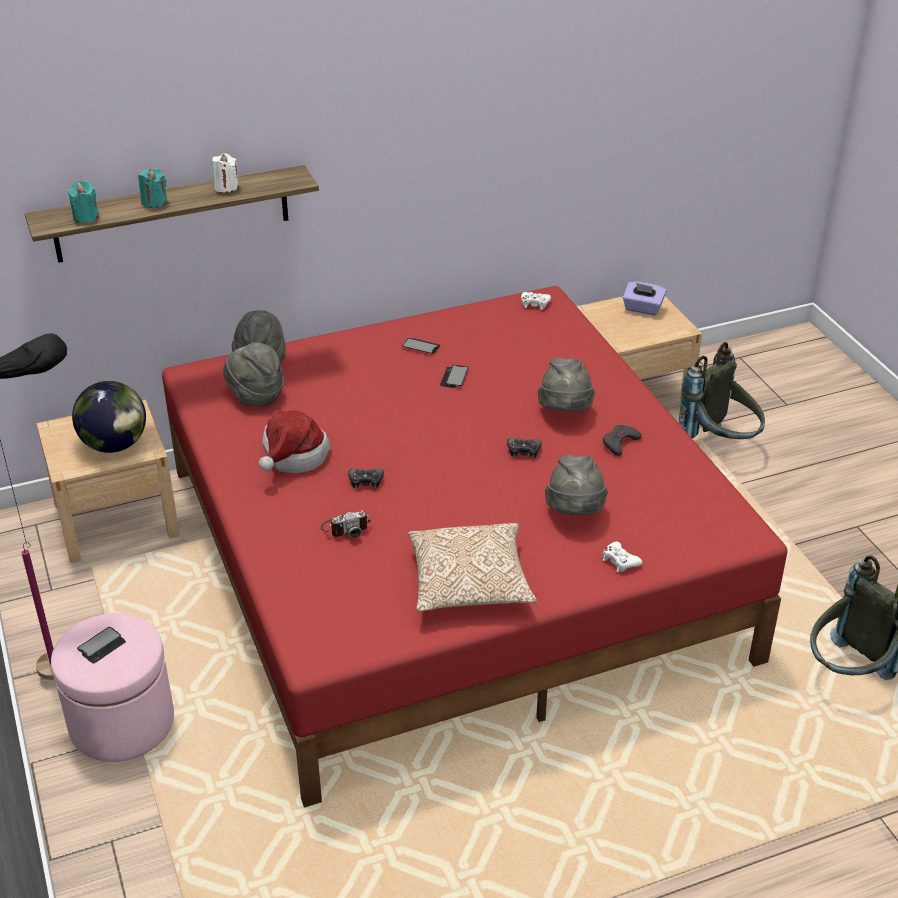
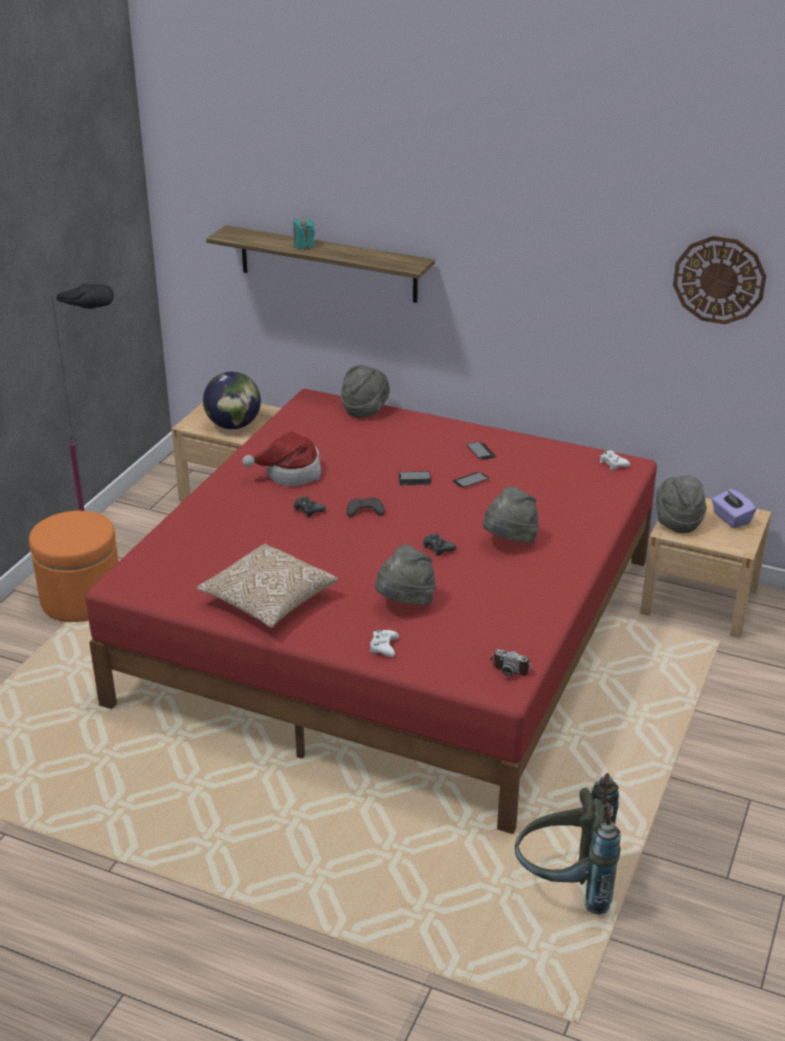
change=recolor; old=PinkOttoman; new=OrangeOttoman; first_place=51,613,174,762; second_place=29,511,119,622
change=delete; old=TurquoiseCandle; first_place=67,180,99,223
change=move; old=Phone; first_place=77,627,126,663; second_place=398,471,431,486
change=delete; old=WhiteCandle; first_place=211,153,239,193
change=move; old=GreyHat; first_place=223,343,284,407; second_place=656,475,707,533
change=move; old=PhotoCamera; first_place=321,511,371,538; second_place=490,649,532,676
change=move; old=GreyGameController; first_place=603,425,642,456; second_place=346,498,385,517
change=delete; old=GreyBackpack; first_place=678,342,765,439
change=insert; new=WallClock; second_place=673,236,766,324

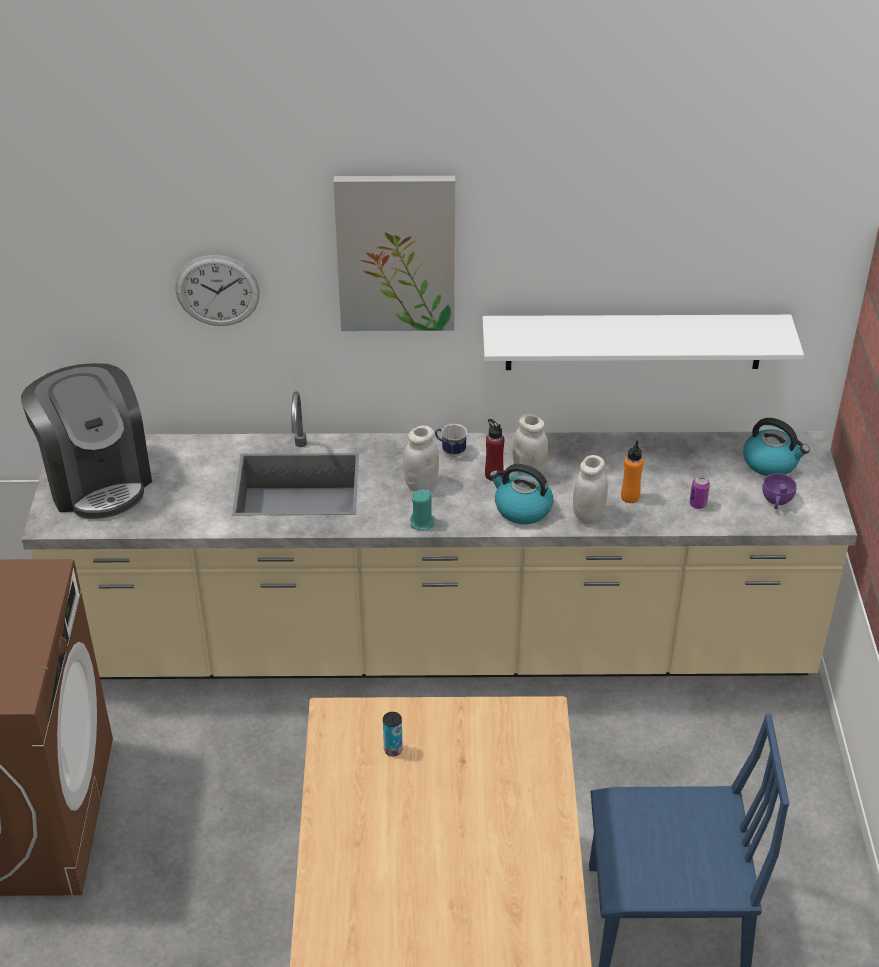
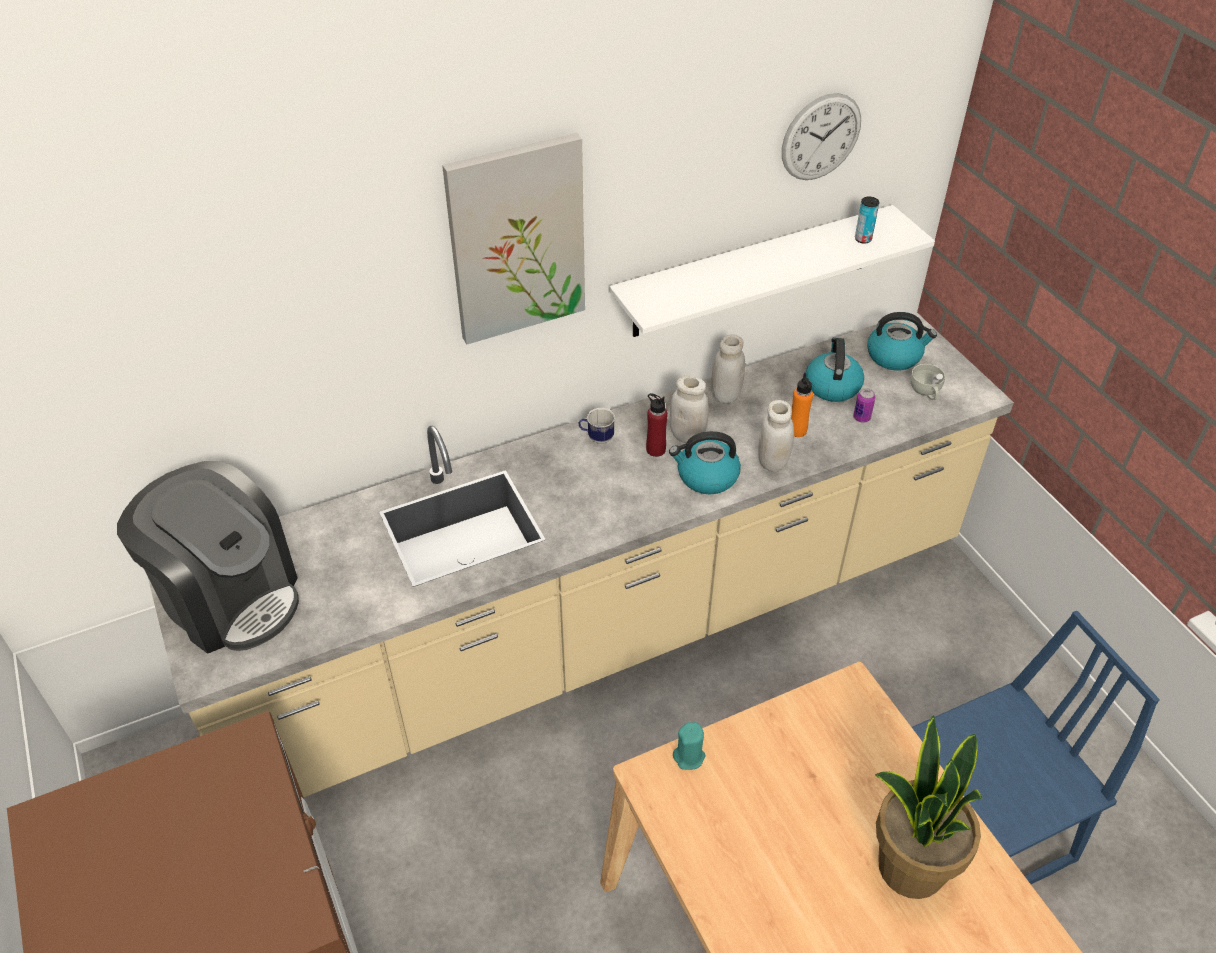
change=move; old=WallClock; first_place=175,255,260,326; second_place=782,93,861,180
change=move; old=Can; first_place=383,712,403,756; second_place=855,197,879,244
change=move; old=WhiteJar; first_place=403,425,439,491; second_place=712,334,745,403
change=move; old=TurquoiseCandle; first_place=410,489,435,531; second_place=673,722,706,770
change=recolor; old=PurpleCup; new=WhiteCup; first_place=762,473,797,509; second_place=910,364,945,400
change=insert; new=Kettle; second_place=806,338,864,402
change=insert; new=PottedPlant; second_place=875,715,983,899

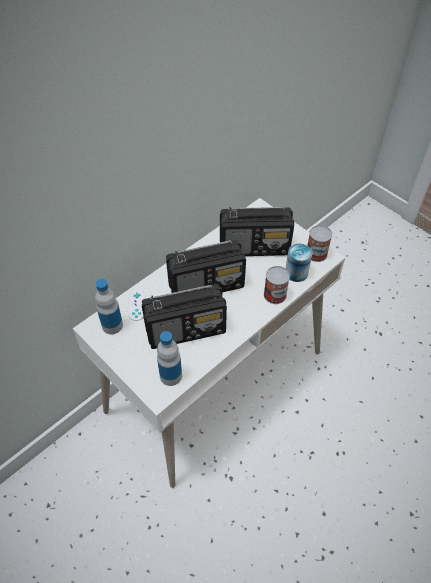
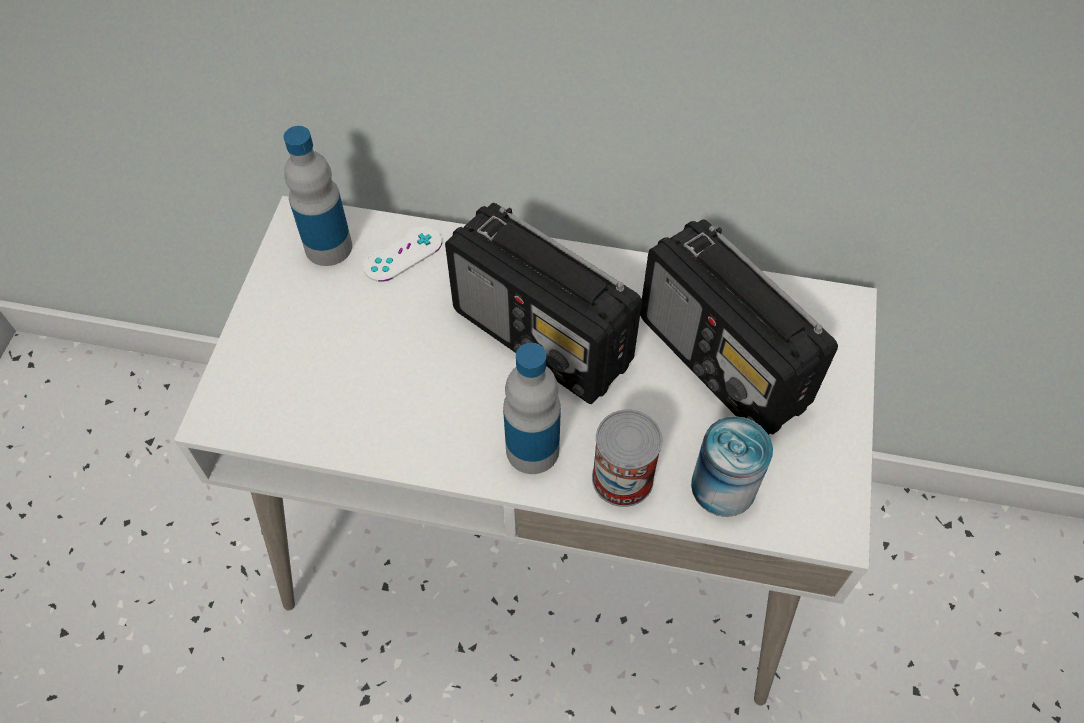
change=delete; old=Radio; first_place=142,284,227,349
change=move; old=Bottle; first_place=157,331,182,386; second_place=503,343,561,474
change=delete; old=Can; first_place=307,225,332,262

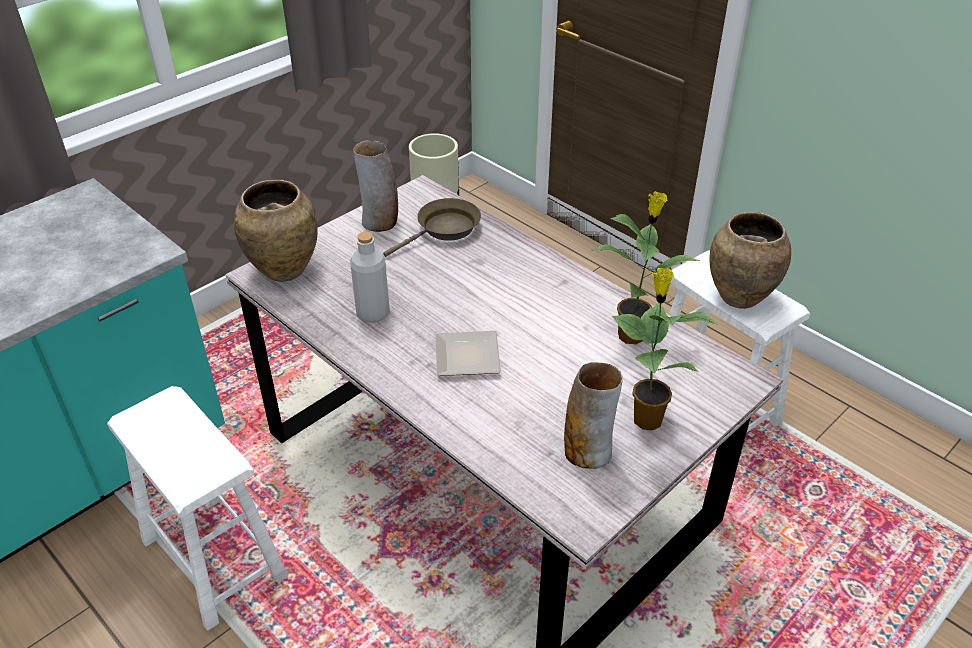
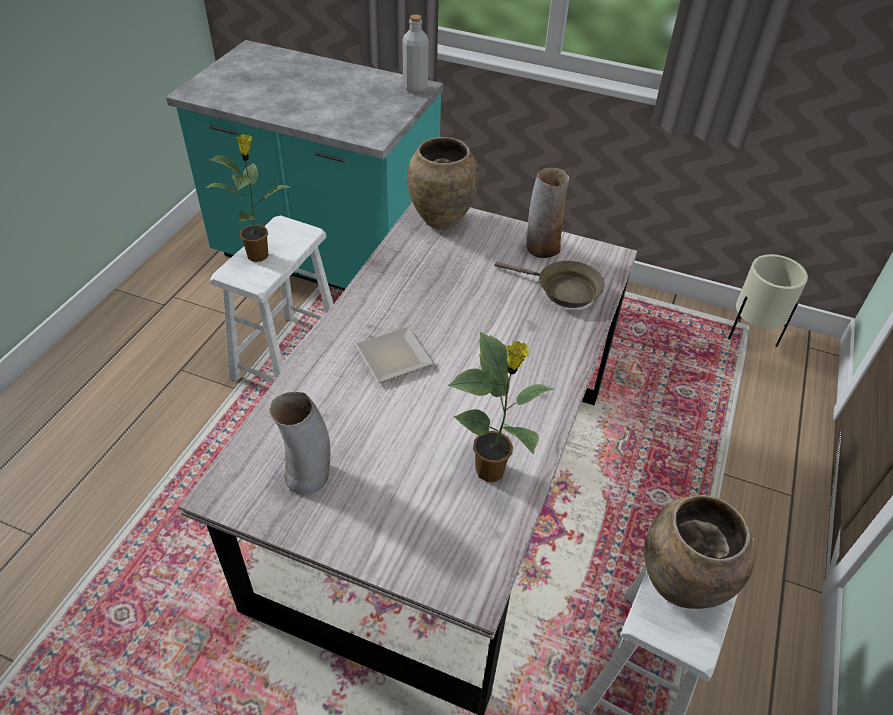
change=move; old=GreyBottle; first_place=350,232,390,323; second_place=403,14,429,93
change=move; old=PottedPlant; first_place=611,268,718,430; second_place=204,134,294,262

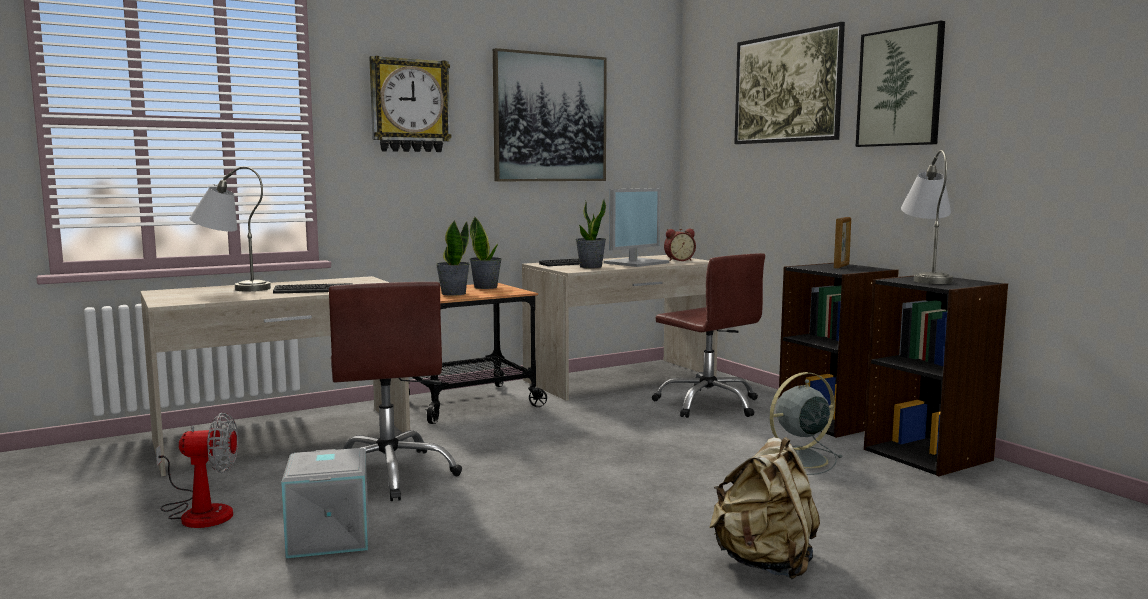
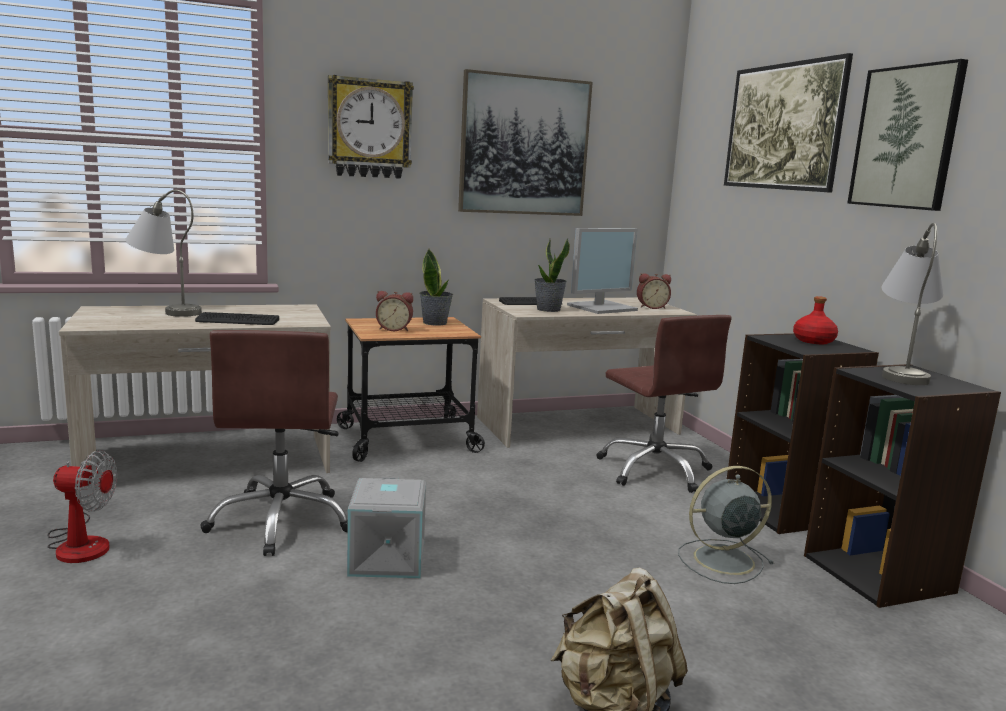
change=move; old=GreyStorageBox; first_place=281,448,368,558; second_place=347,477,426,578
change=replace; old=PottedPlant; new=AlarmClock; first_place=436,220,470,296; second_place=376,291,413,331
change=replace; old=PictureFrame; new=RedBottle; first_place=834,217,851,269; second_place=793,296,838,344

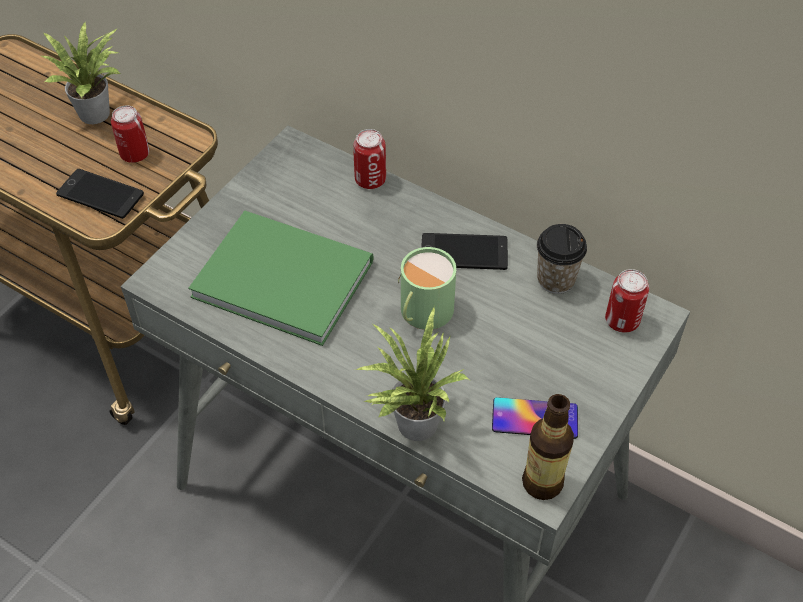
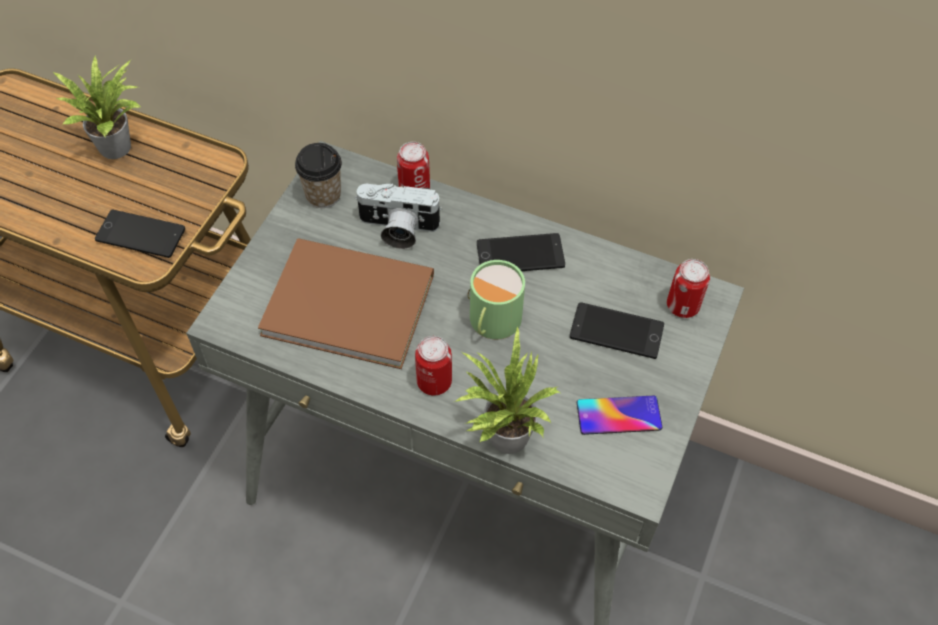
change=move; old=Can; first_place=111,105,150,163; second_place=415,336,452,395
change=recolor; old=GreenBook; new=BrownBook; first_place=188,210,373,346; second_place=258,238,434,369
change=delete; old=Bottle; first_place=522,394,574,500
change=move; old=Cup; first_place=537,224,587,294; second_place=295,143,342,208
change=insert; new=PhotoCamera; second_place=355,183,443,249
change=insert; new=Phone; second_place=570,302,664,359

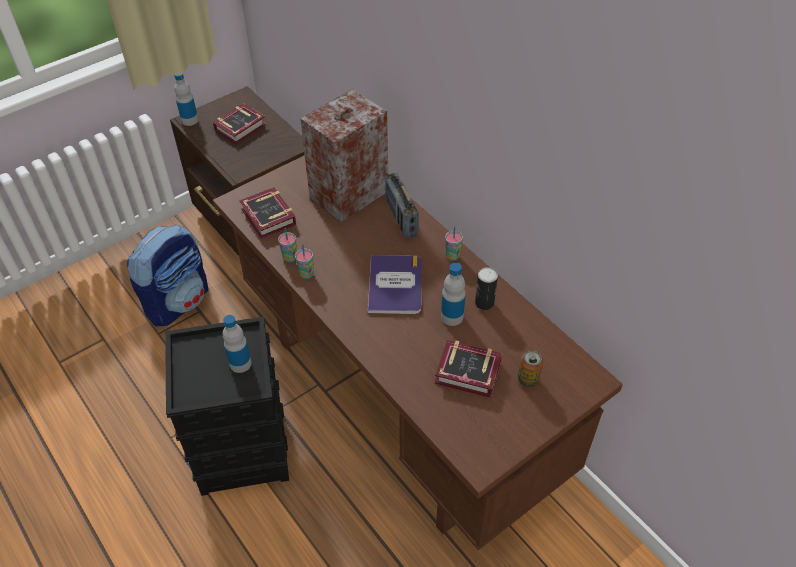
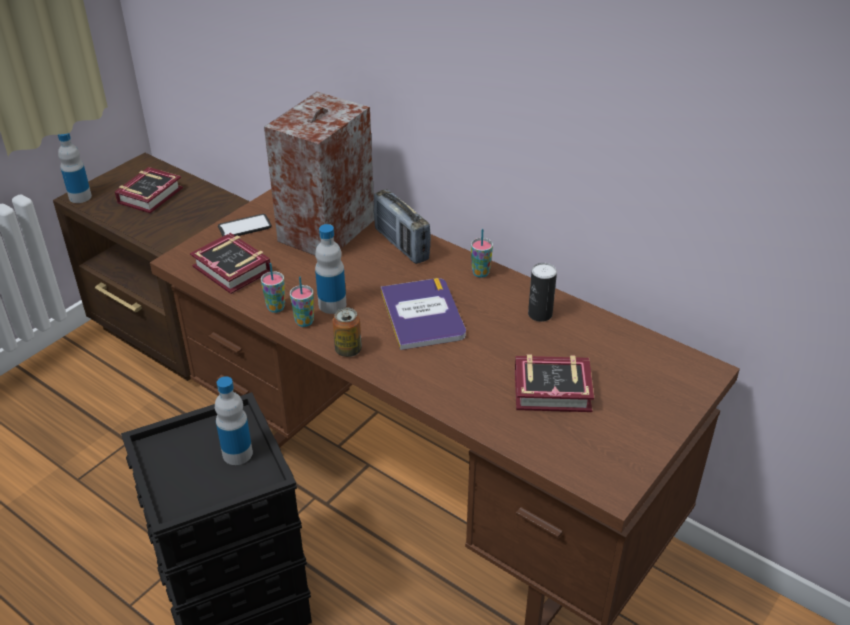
change=delete; old=Backpack; first_place=127,225,208,326
change=move; old=Bottle; first_place=441,263,466,326; second_place=315,224,346,314
change=move; old=Can; first_place=518,350,543,387; second_place=332,308,362,357
change=insert; new=Phone; second_place=218,214,272,236

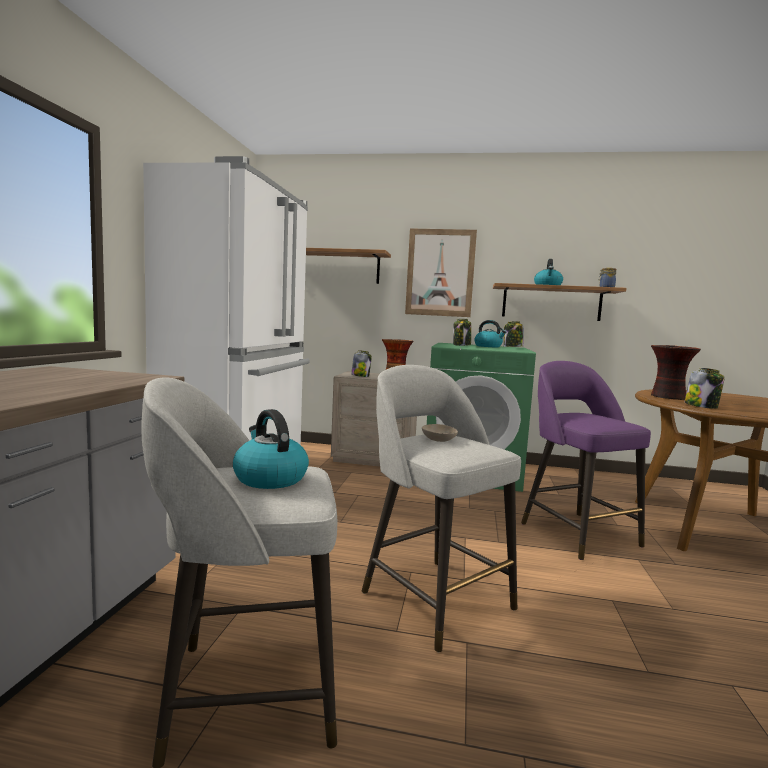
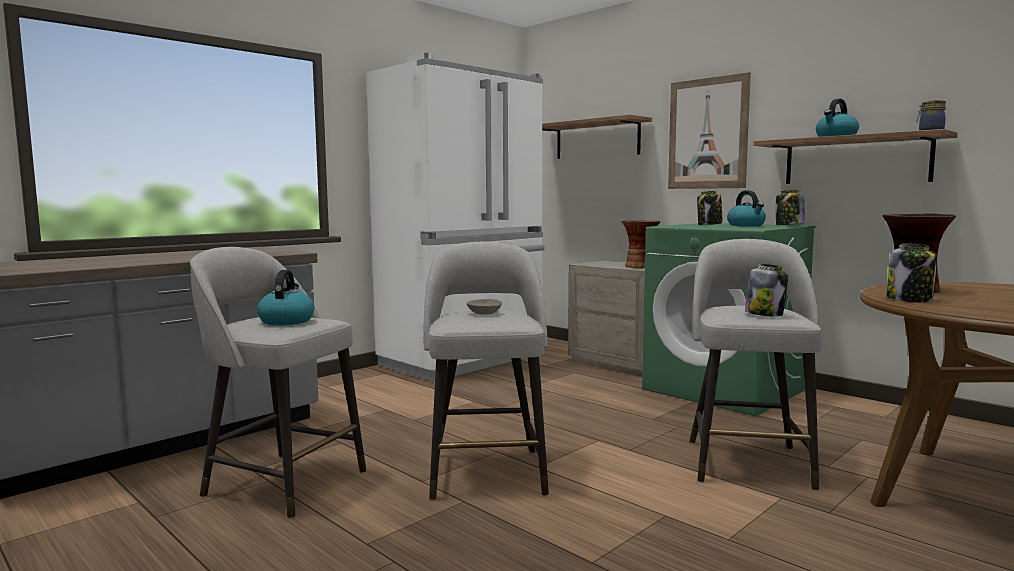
change=move; old=Jar; first_place=351,350,372,377; second_place=745,264,788,316
change=recolor; old=PurpleStool; new=GreyStool; first_place=521,361,651,560; second_place=689,239,822,491

